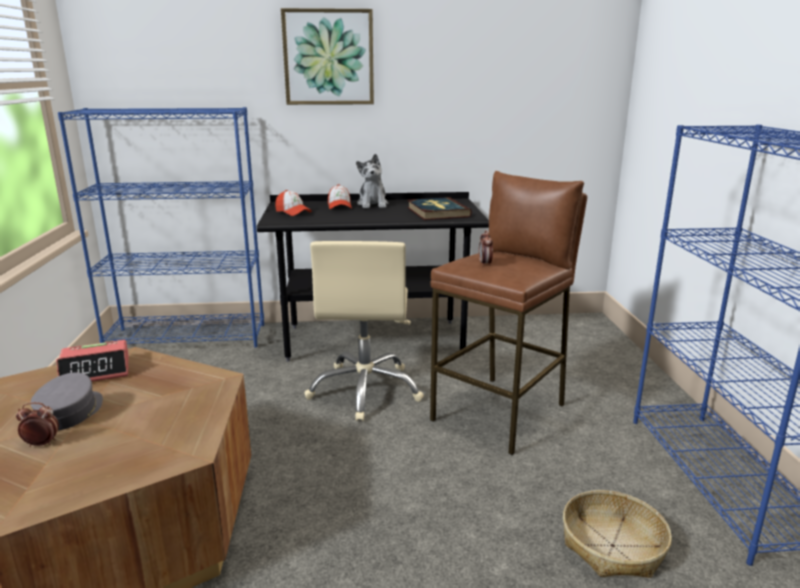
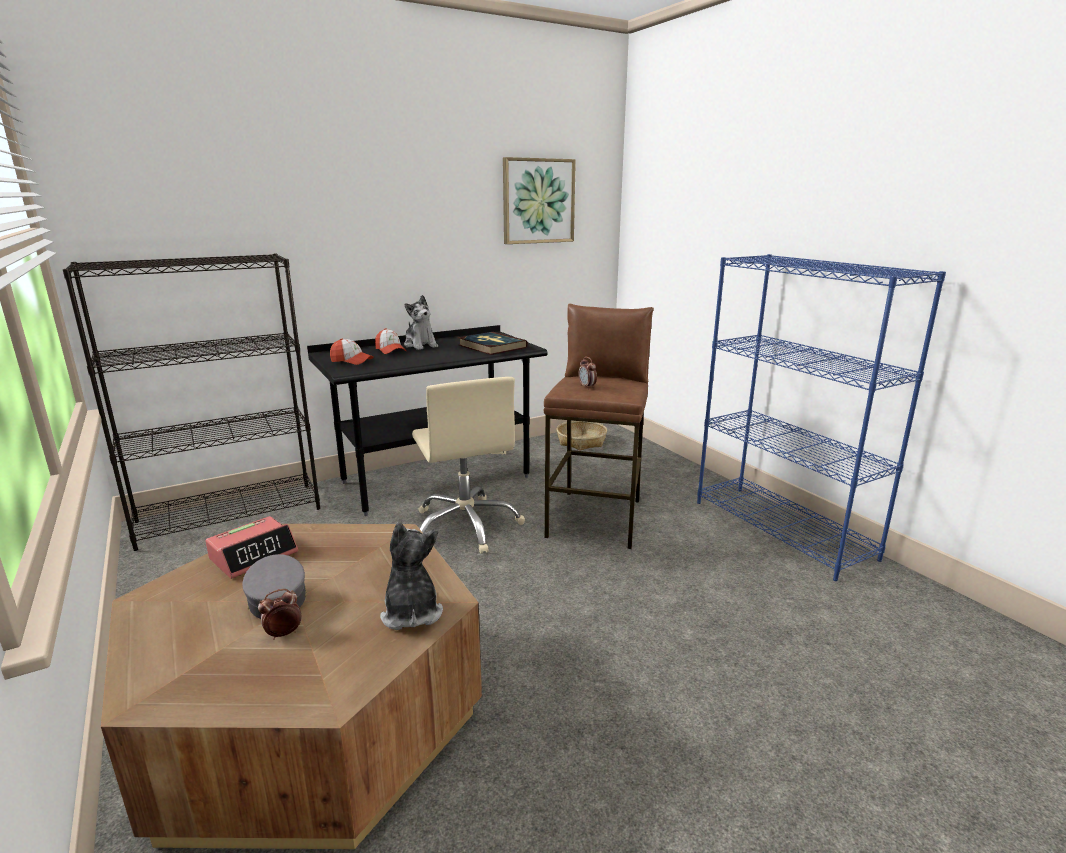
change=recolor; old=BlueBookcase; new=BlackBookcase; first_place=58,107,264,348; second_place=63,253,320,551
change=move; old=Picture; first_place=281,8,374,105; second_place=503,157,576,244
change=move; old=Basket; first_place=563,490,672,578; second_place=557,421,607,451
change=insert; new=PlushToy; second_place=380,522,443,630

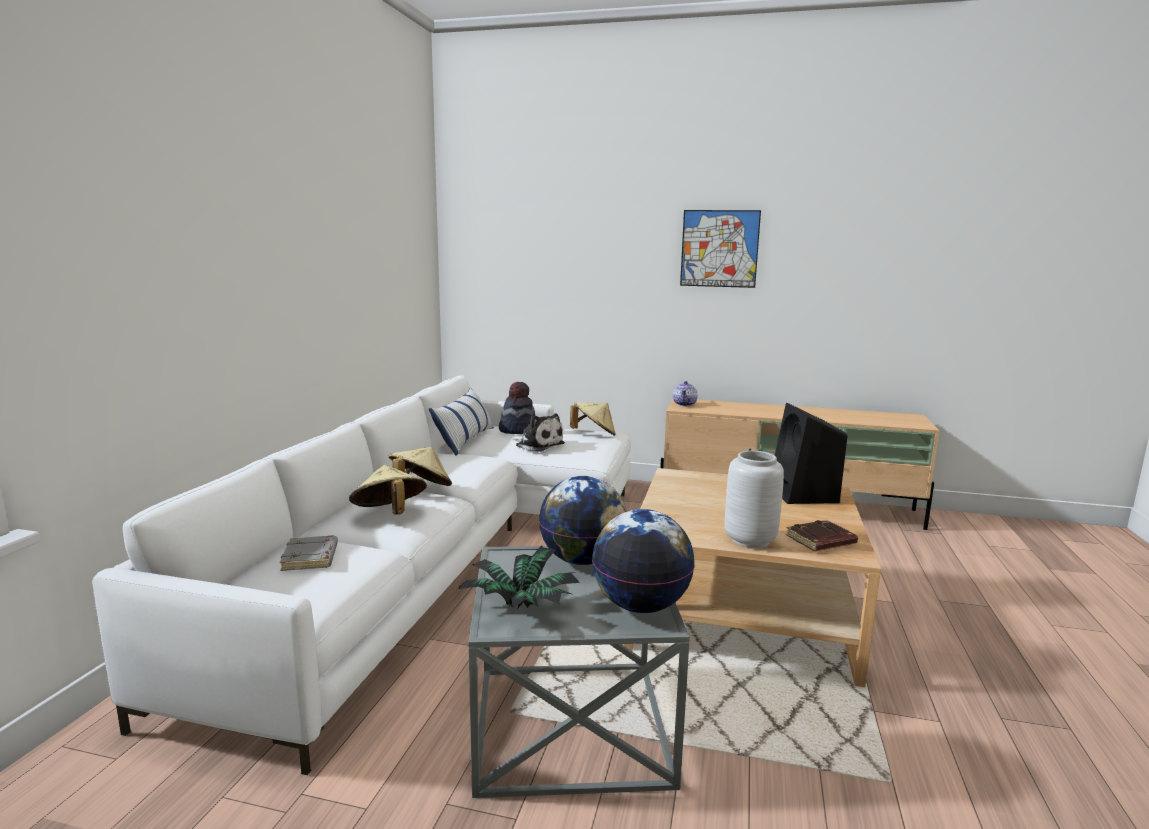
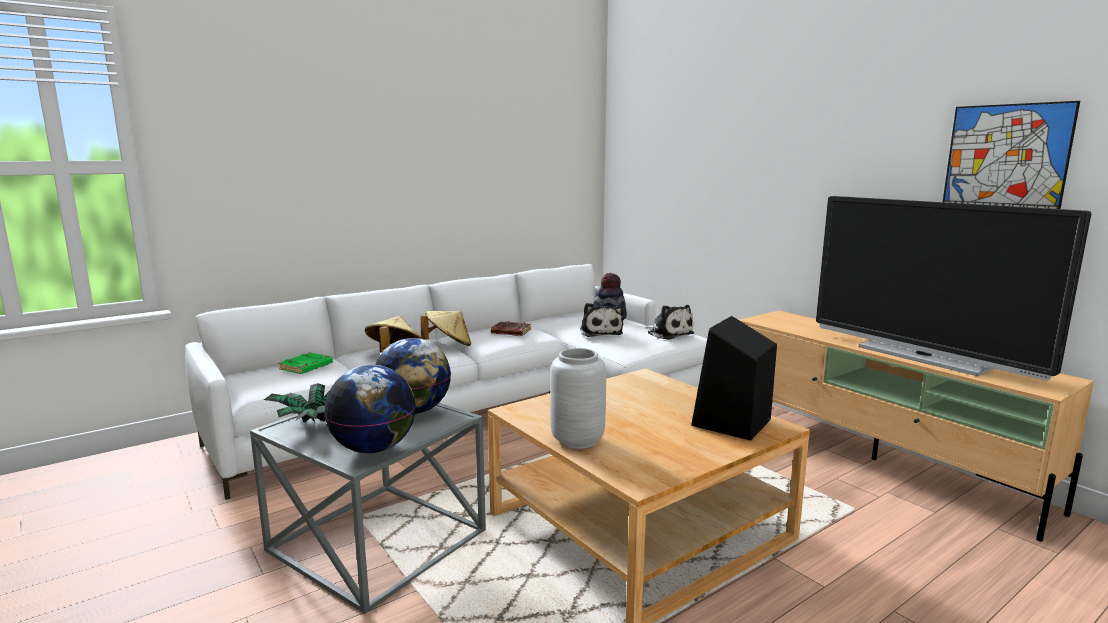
change=recolor; old=GreyBook; new=GreenBook; first_place=280,536,338,571; second_place=278,352,333,374
change=delete; old=Pillow; first_place=429,388,494,456
change=replace; old=BeigeHat; new=PlushToy; first_place=570,402,616,436; second_place=645,305,694,340
change=delete; old=Teapot; first_place=673,381,698,406
change=move; old=Picture; first_place=680,210,761,288; second_place=943,101,1080,209
change=move; old=BrownBook; first_place=786,520,858,551; second_place=491,321,531,336
change=insert; new=Television; second_place=816,196,1091,381

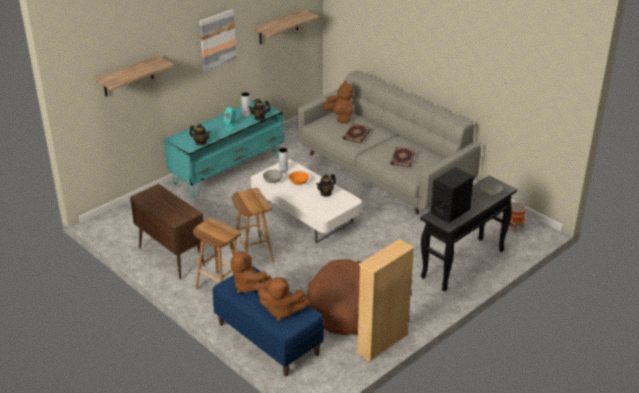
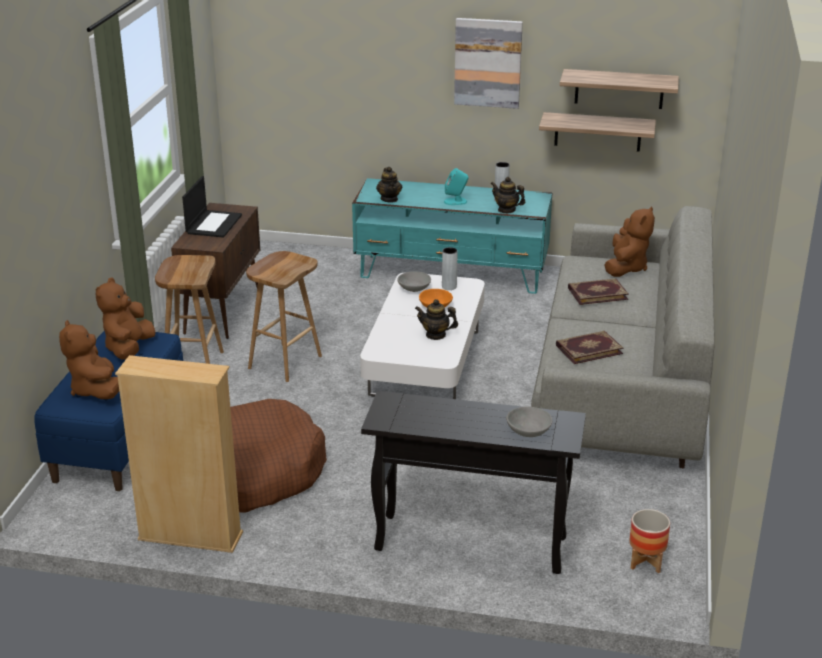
change=move; old=Shelf; first_place=95,55,174,96; second_place=539,112,656,152
change=delete; old=BlackSpeaker; first_place=431,167,474,223
change=insert; new=Laptop; second_place=182,176,242,238

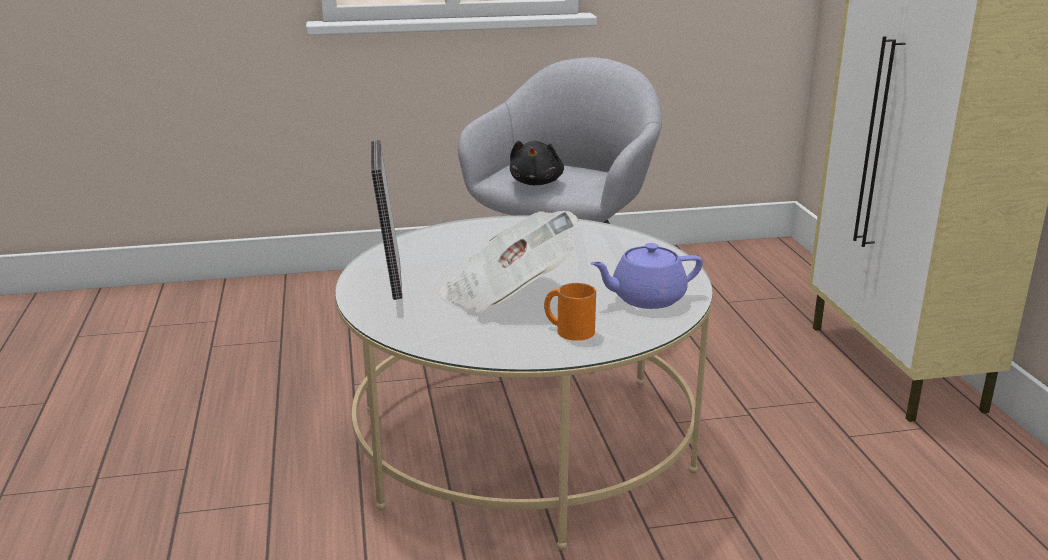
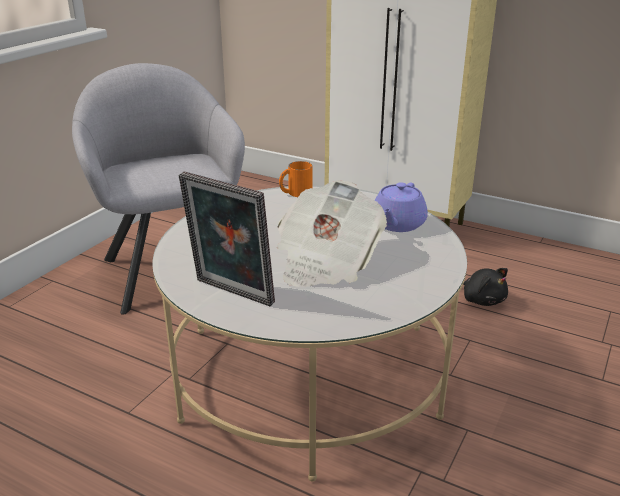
change=move; old=BlackPlushToy; first_place=510,141,564,185; second_place=463,268,508,306
change=move; old=OrangeMug; first_place=544,283,596,341; second_place=279,161,312,197

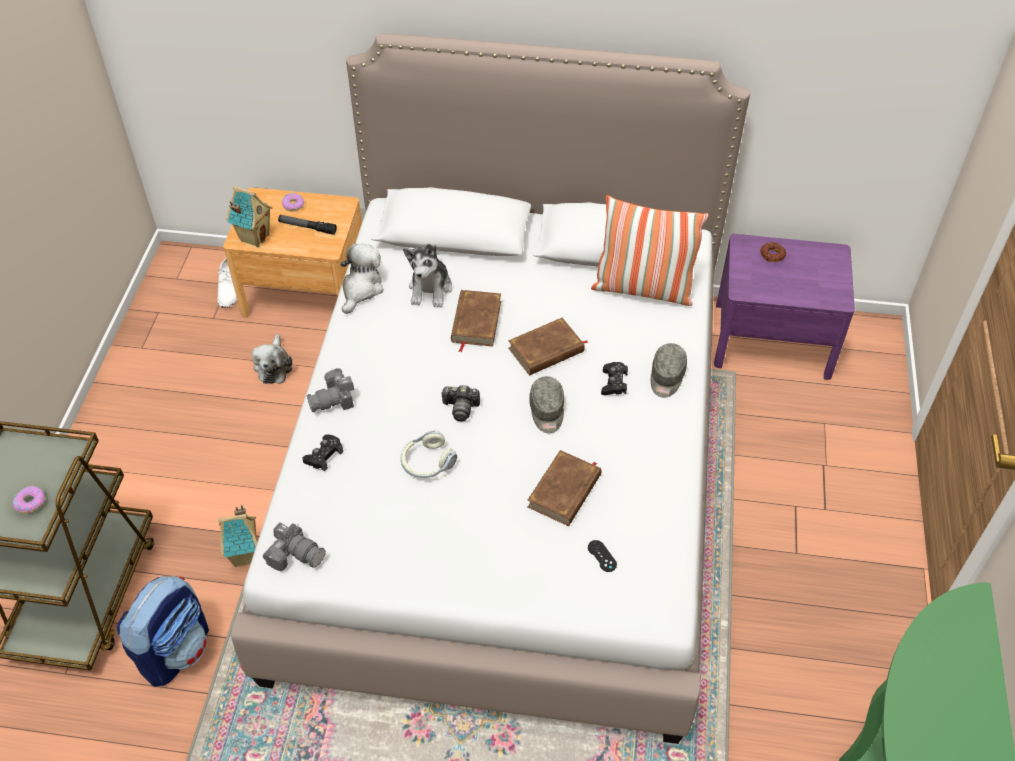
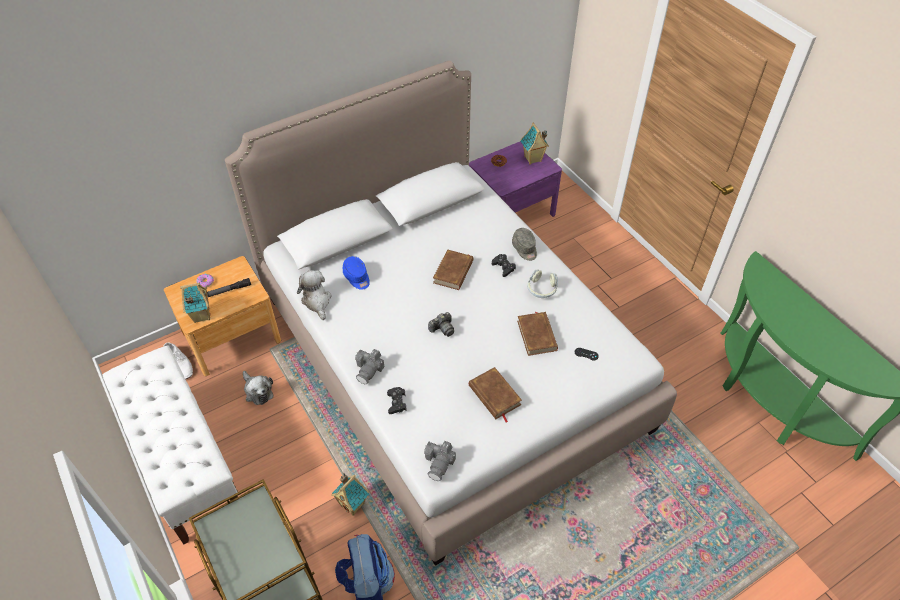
change=delete; old=Donut; first_place=12,486,45,514
change=rotate; old=PhotoCamera; first_place=263,523,326,571; second_place=424,441,456,481; degrees=120
change=move; old=Headphones; first_place=401,430,457,478; second_place=527,270,558,298
change=replace; old=PlushToy; new=BlueCap; first_place=403,244,452,308; second_place=343,256,370,290
change=move; old=BrownBook; first_place=451,290,501,352; second_place=469,367,522,422
change=delete; old=GreyCap; first_place=529,376,564,433
change=delete; old=Pillow; first_place=591,195,709,306
change=insert; new=WhiteBench; second_place=102,345,238,544
change=insert; new=ToyHouse; second_place=521,122,549,165

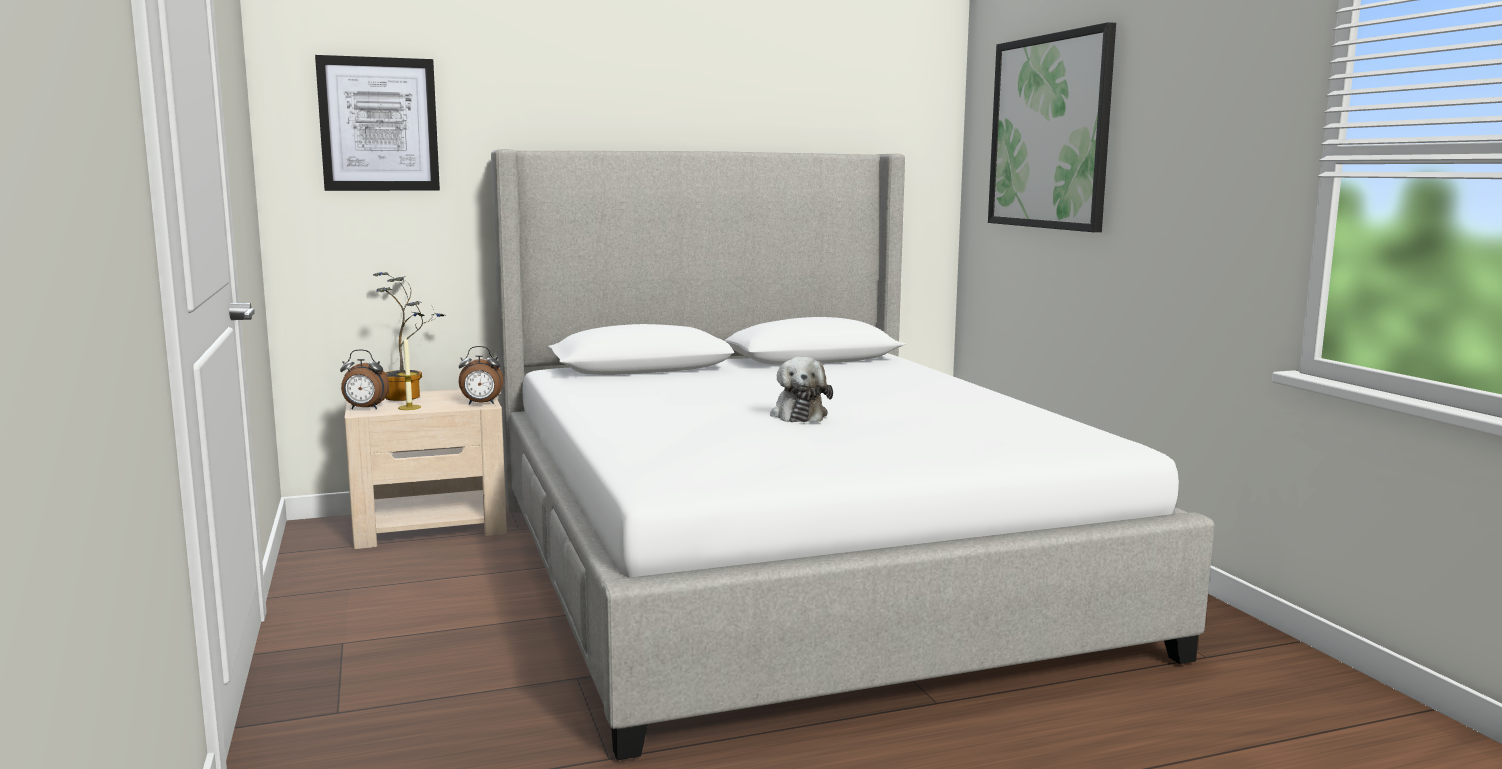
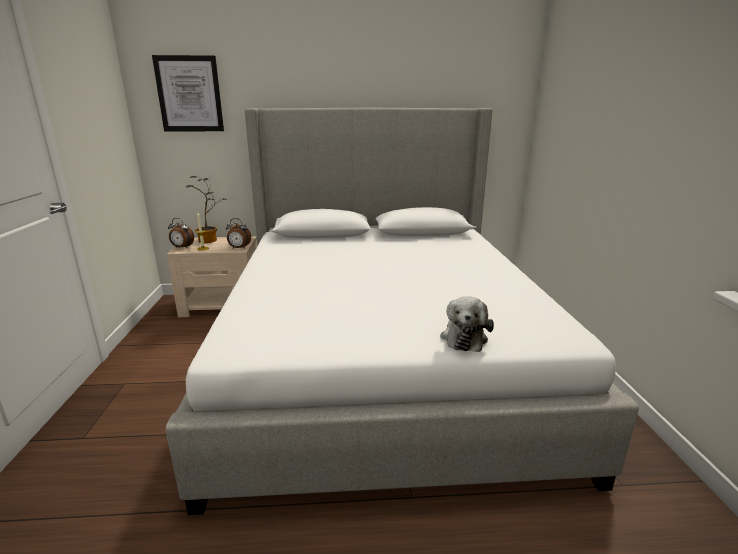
change=move; old=PlushToy; first_place=770,357,833,422; second_place=440,296,494,352
change=delete; old=Picture; first_place=988,22,1116,232

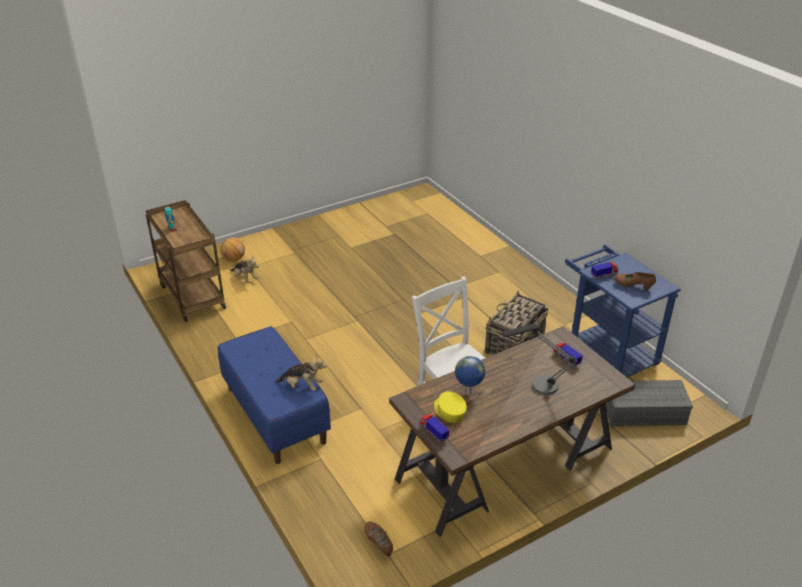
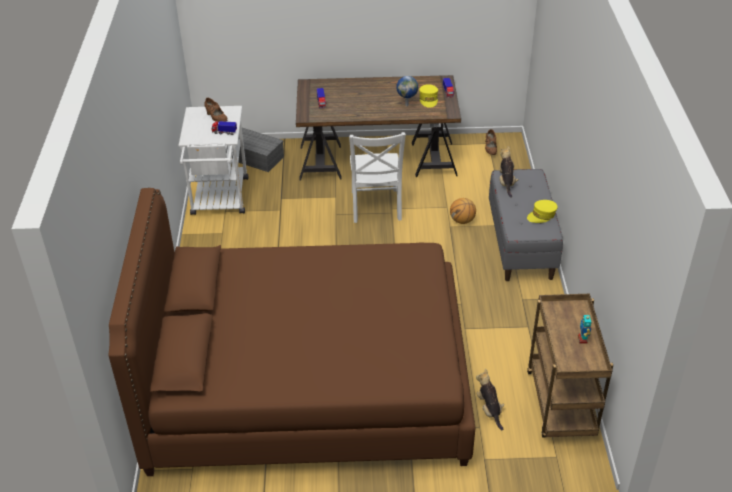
change=recolor; old=BlueBench; new=GreyBench; first_place=218,326,331,464; second_place=489,169,563,281
change=move; old=Basketball; first_place=220,237,245,262; second_place=450,198,476,224
change=rotate; old=PlushToy; first_place=275,352,327,391; second_place=499,146,519,198; degrees=45
change=delete; old=Basket; first_place=485,291,549,355
change=delete; old=TableLamp; first_place=502,324,578,395
change=recolor; old=BlueCart; new=WhiteCart; first_place=565,245,681,377; second_place=178,106,248,215
change=insert; new=BrownBed; second_place=109,188,475,476
change=insert; new=YellowCap; second_place=527,200,558,223

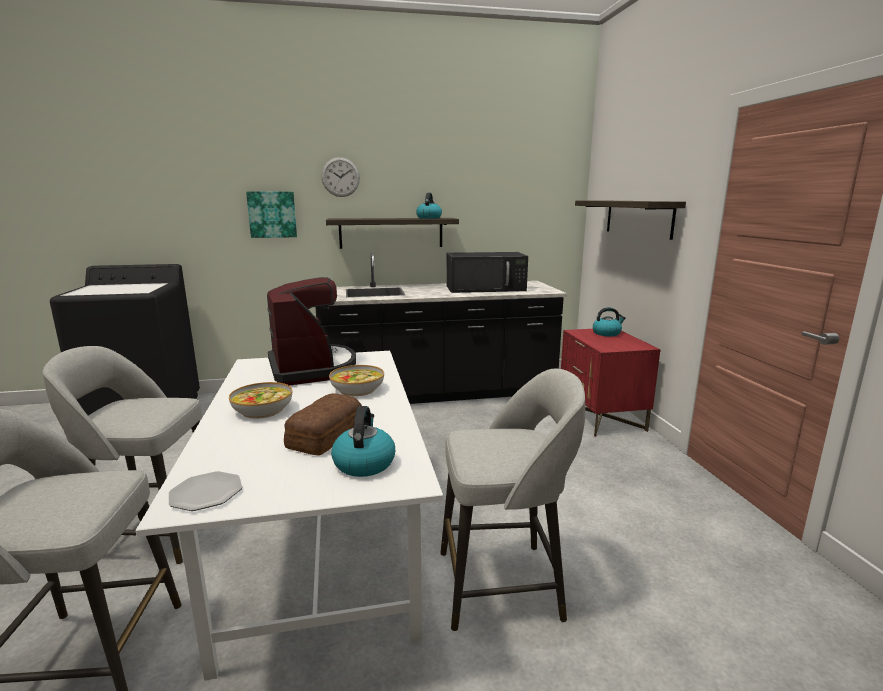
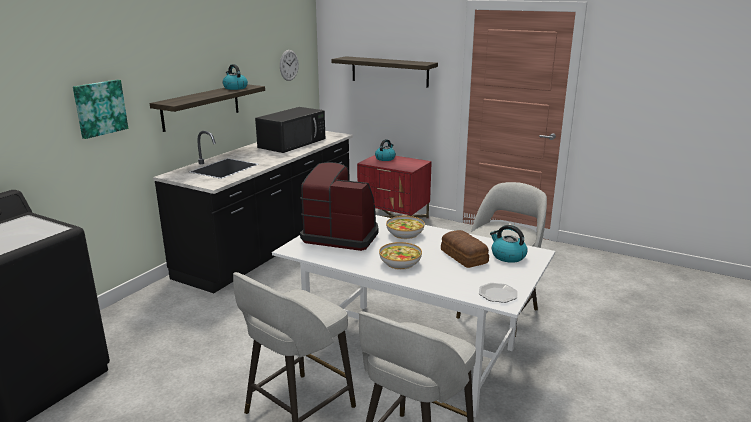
change=move; old=WallClock; first_place=321,157,360,197; second_place=280,50,299,81

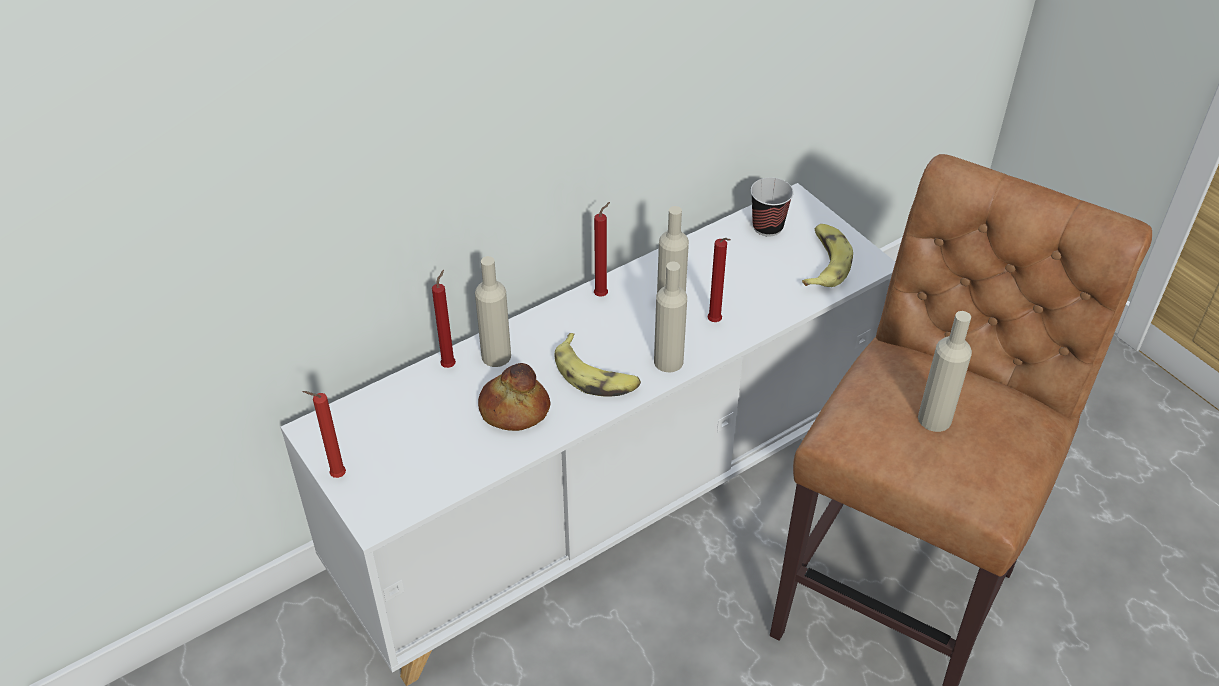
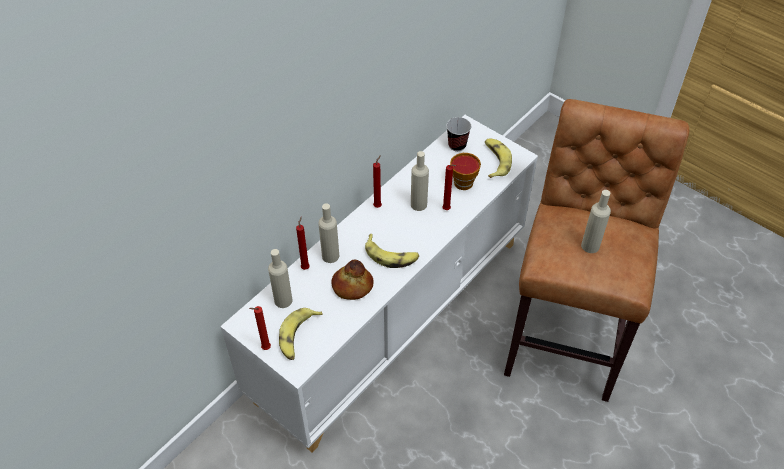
change=move; old=BeigeBottle; first_place=654,262,687,372; second_place=268,249,293,308
change=insert; new=Banana; second_place=279,308,323,360
change=insert; new=Cup; second_place=450,153,481,190

